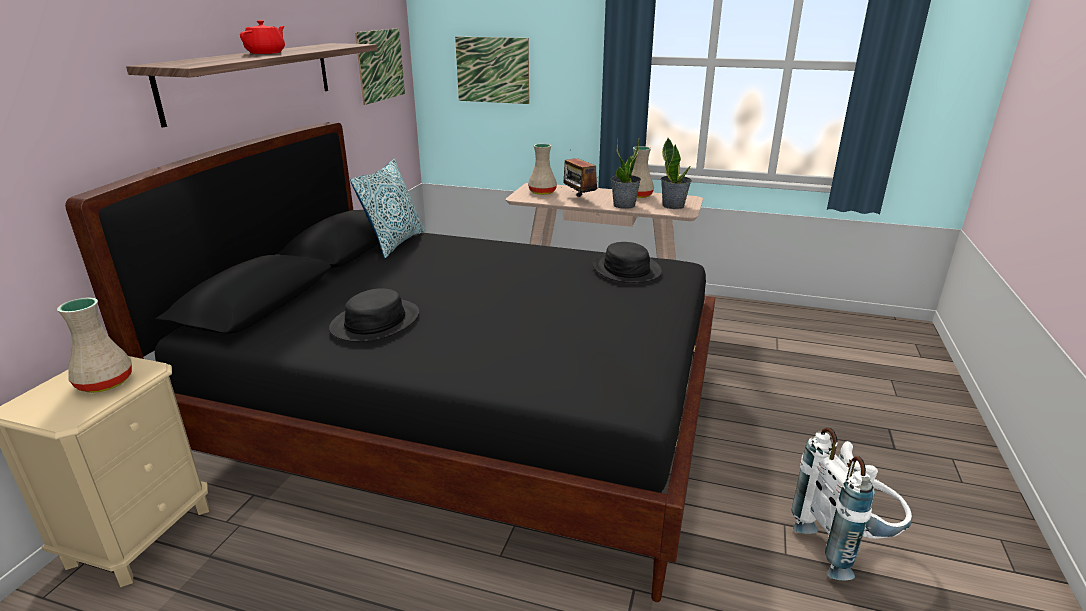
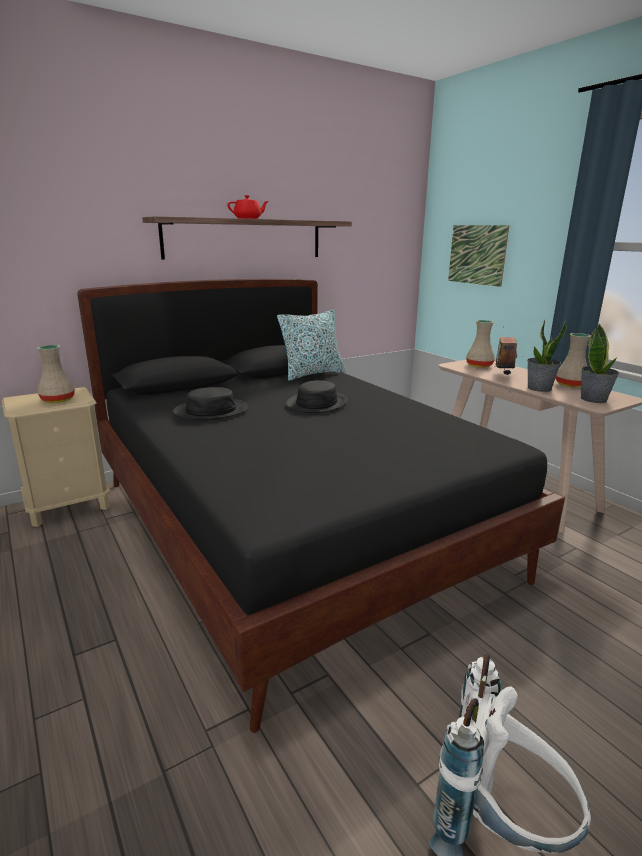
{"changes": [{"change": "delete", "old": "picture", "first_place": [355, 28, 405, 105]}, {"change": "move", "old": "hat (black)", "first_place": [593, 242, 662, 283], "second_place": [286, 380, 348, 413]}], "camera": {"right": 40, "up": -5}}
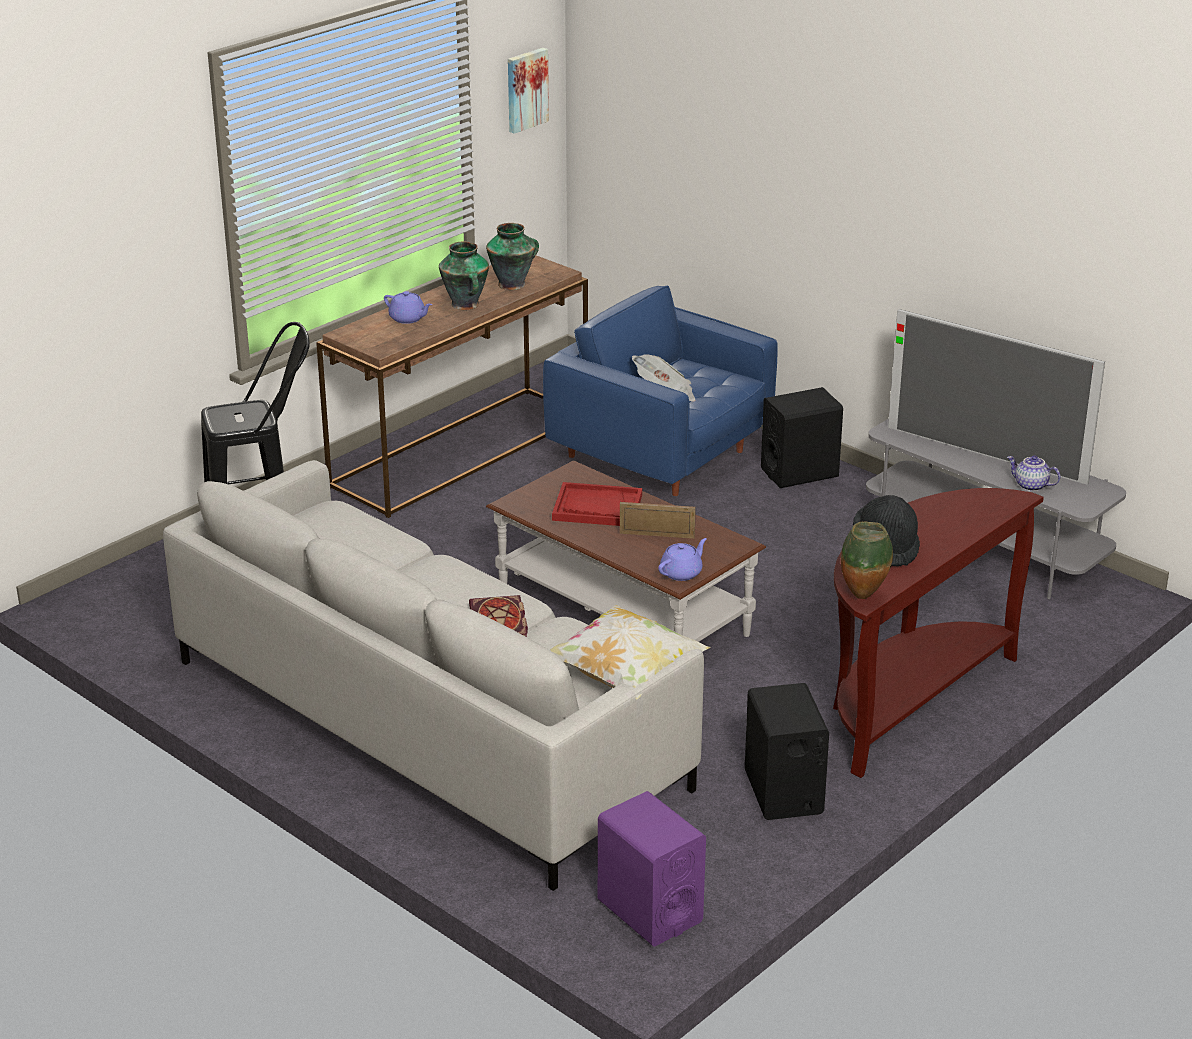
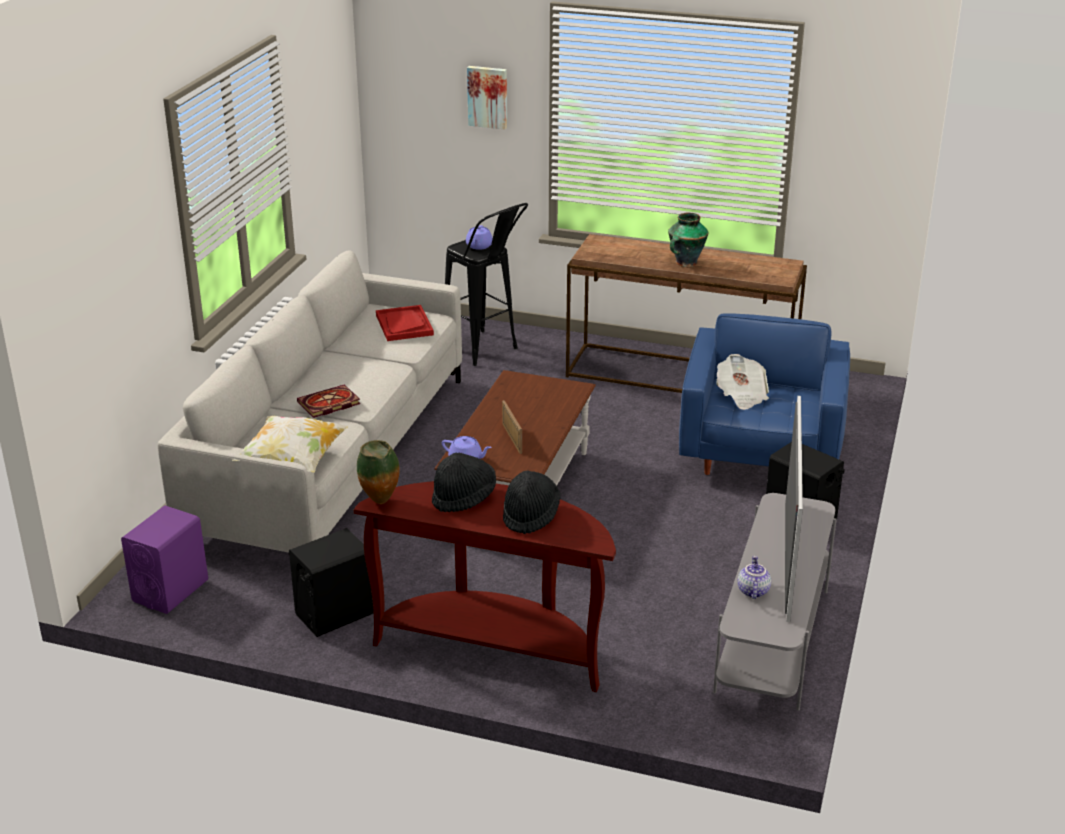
{"changes": [{"change": "move", "old": "picture", "first_place": [508, 48, 549, 134], "second_place": [467, 66, 507, 130]}, {"change": "delete", "old": "vase", "first_place": [486, 223, 539, 290]}, {"change": "move", "old": "teapot (purple)", "first_place": [384, 291, 432, 324], "second_place": [466, 225, 493, 250]}, {"change": "move", "old": "tray (red)", "first_place": [552, 482, 642, 526], "second_place": [376, 305, 434, 341]}, {"change": "insert", "new": "hat (black)", "second_place": [503, 470, 561, 534]}], "camera": {"right": 65, "up": 0}}
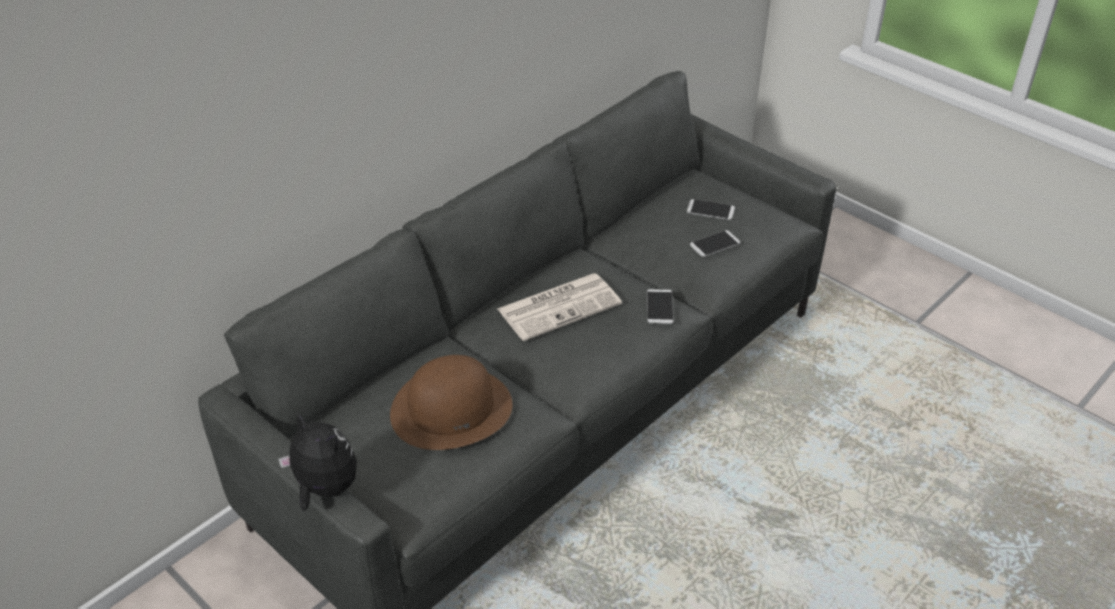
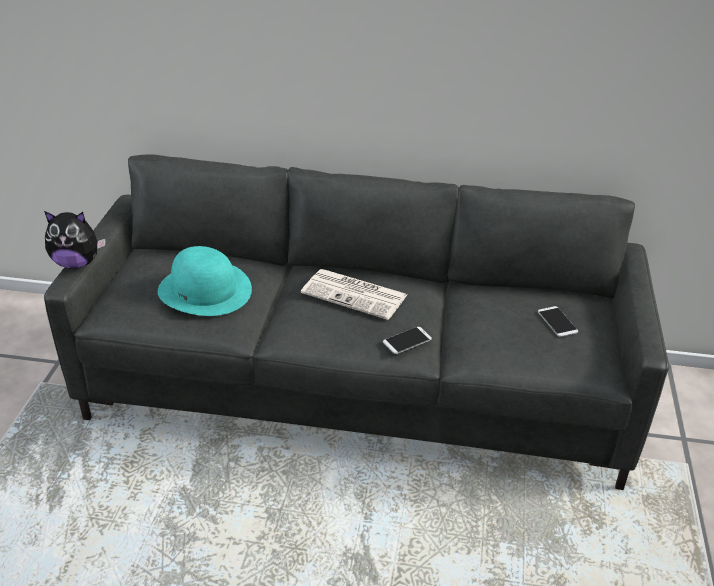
{"changes": [{"change": "delete", "old": "phone", "first_place": [690, 230, 740, 257]}, {"change": "recolor", "old": "hat (brown)", "new": "hat (turquoise)", "first_place": [390, 355, 512, 450], "second_place": [158, 246, 252, 316]}, {"change": "rotate", "old": "plush toy", "first_place": [278, 411, 357, 511], "second_place": [44, 211, 106, 269], "degrees": 90}], "camera": {"right": 55, "up": -5}}
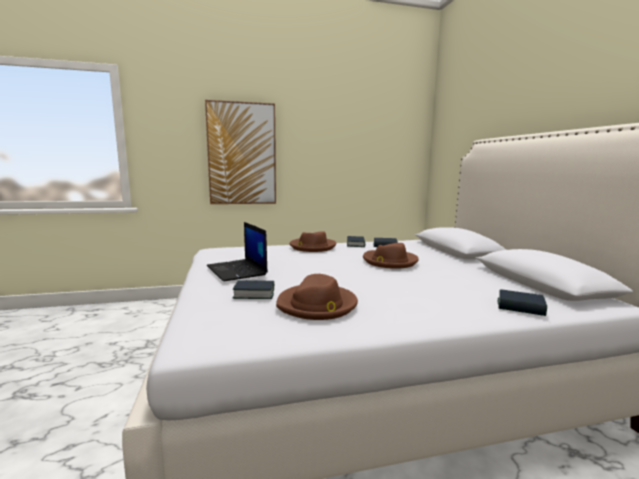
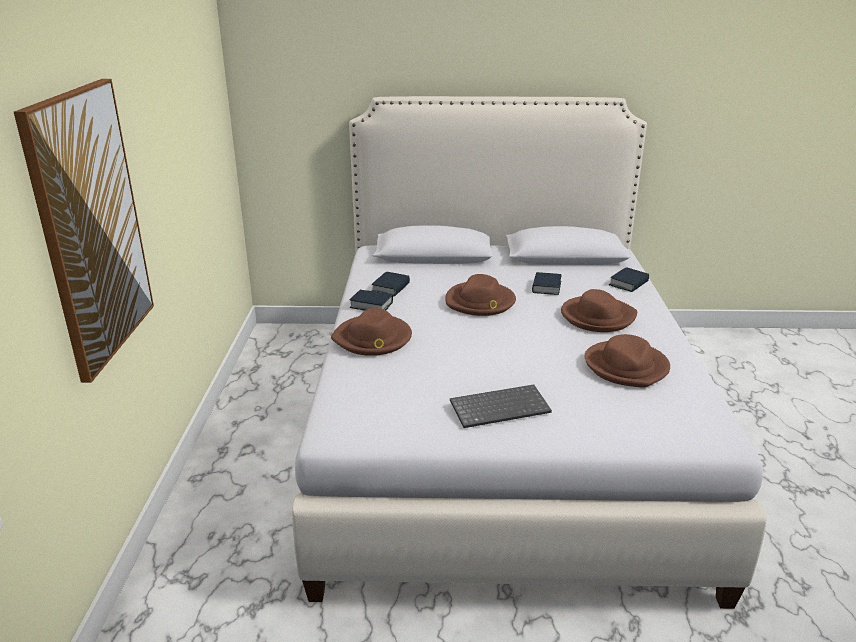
{"changes": [{"change": "replace", "old": "laptop", "new": "keyboard", "first_place": [207, 222, 268, 281], "second_place": [450, 384, 552, 428]}, {"change": "move", "old": "book", "first_place": [233, 280, 274, 299], "second_place": [532, 272, 561, 295]}, {"change": "insert", "new": "hat (brown)", "second_place": [561, 289, 637, 332]}], "camera": {"right": -75, "up": 15}}
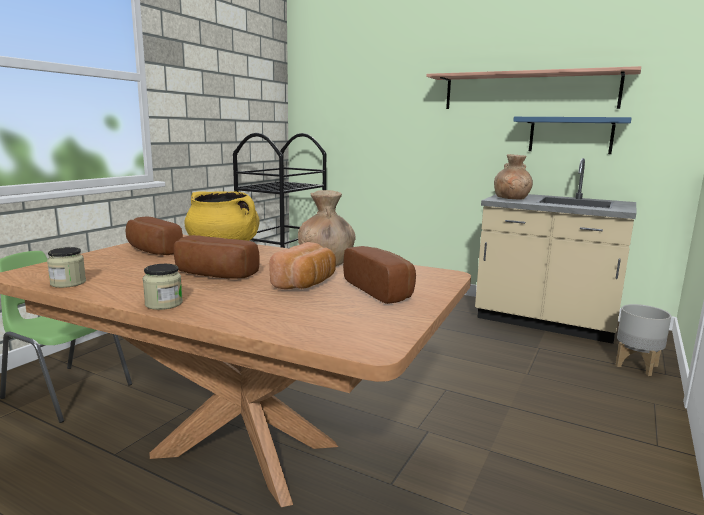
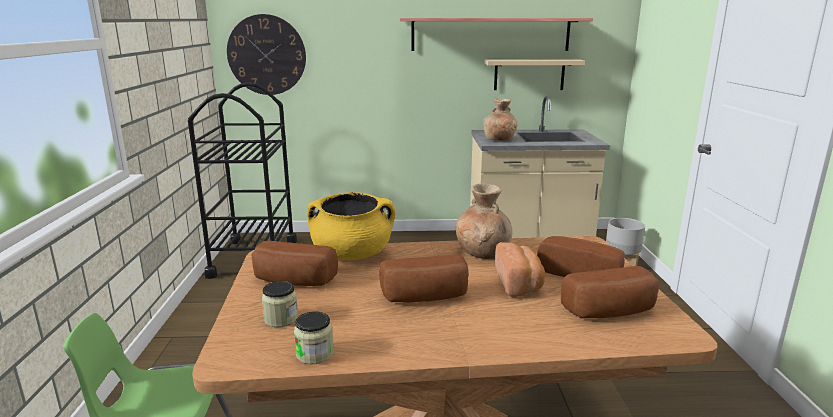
{"changes": [{"change": "recolor", "old": "shelf (blue)", "new": "shelf (beige)", "first_place": [513, 117, 631, 154], "second_place": [484, 59, 585, 90]}, {"change": "move", "old": "jar", "first_place": [143, 264, 183, 310], "second_place": [262, 281, 298, 327]}, {"change": "insert", "new": "wall clock", "second_place": [227, 14, 306, 95]}, {"change": "insert", "new": "bread", "second_place": [561, 266, 659, 318]}], "camera": {"right": -30, "up": 5}}
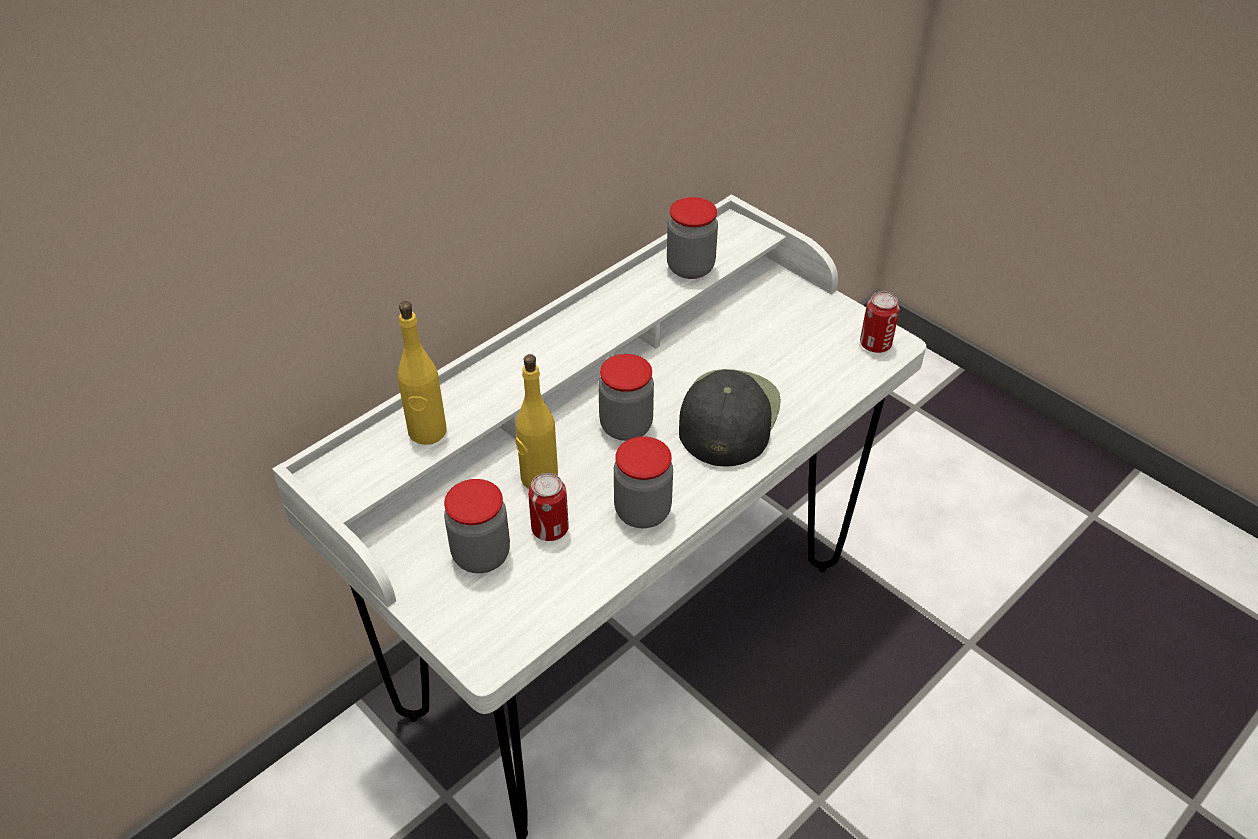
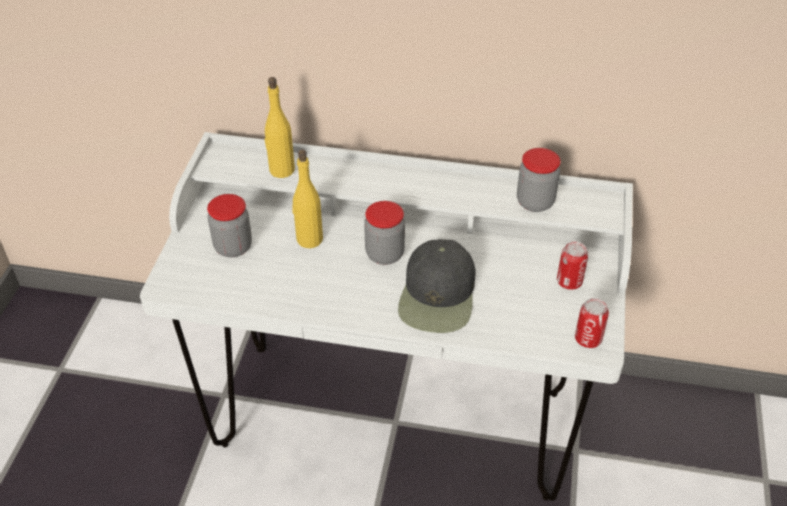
{"changes": [{"change": "rotate", "old": "cap (black)", "first_place": [679, 369, 781, 467], "second_place": [398, 239, 475, 333], "degrees": 120}, {"change": "delete", "old": "jar", "first_place": [614, 437, 673, 528]}, {"change": "move", "old": "can", "first_place": [528, 473, 569, 541], "second_place": [557, 241, 588, 290]}], "camera": {"right": 55, "up": 0}}
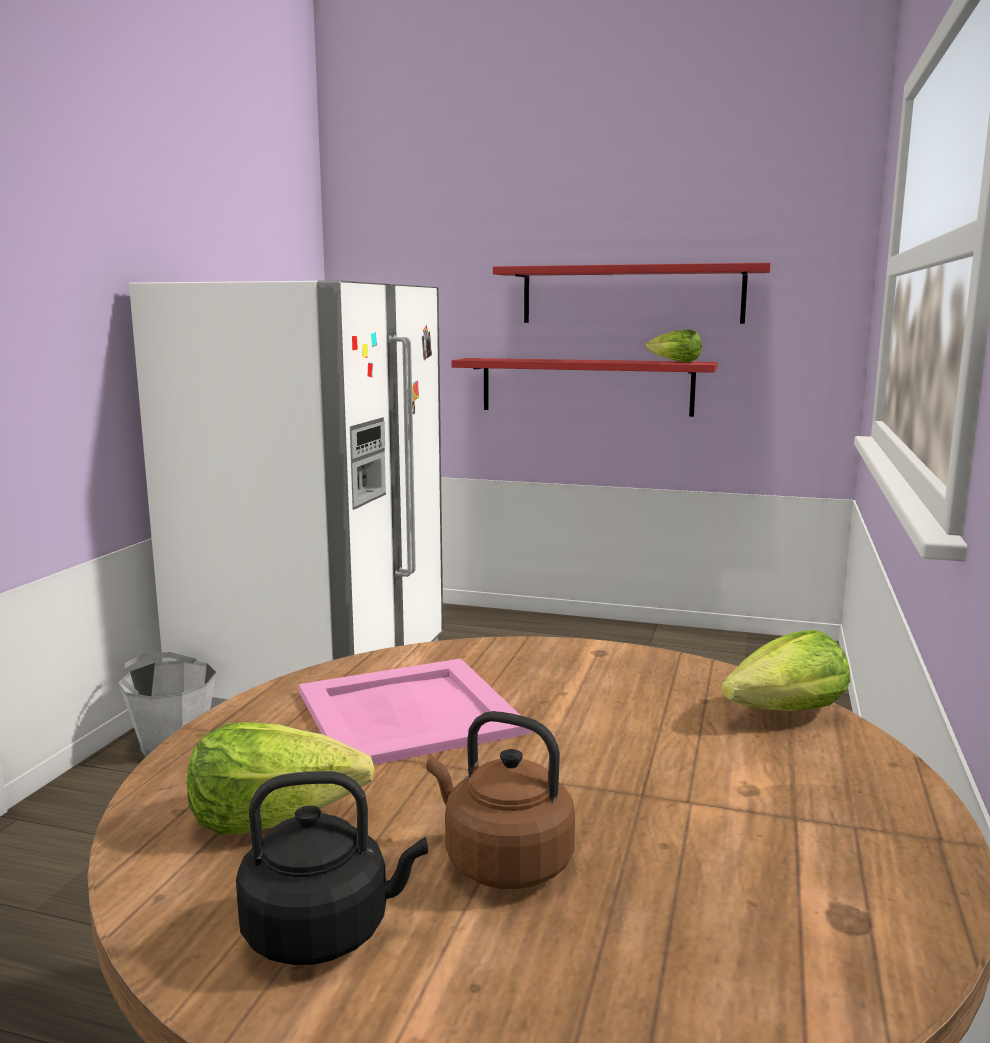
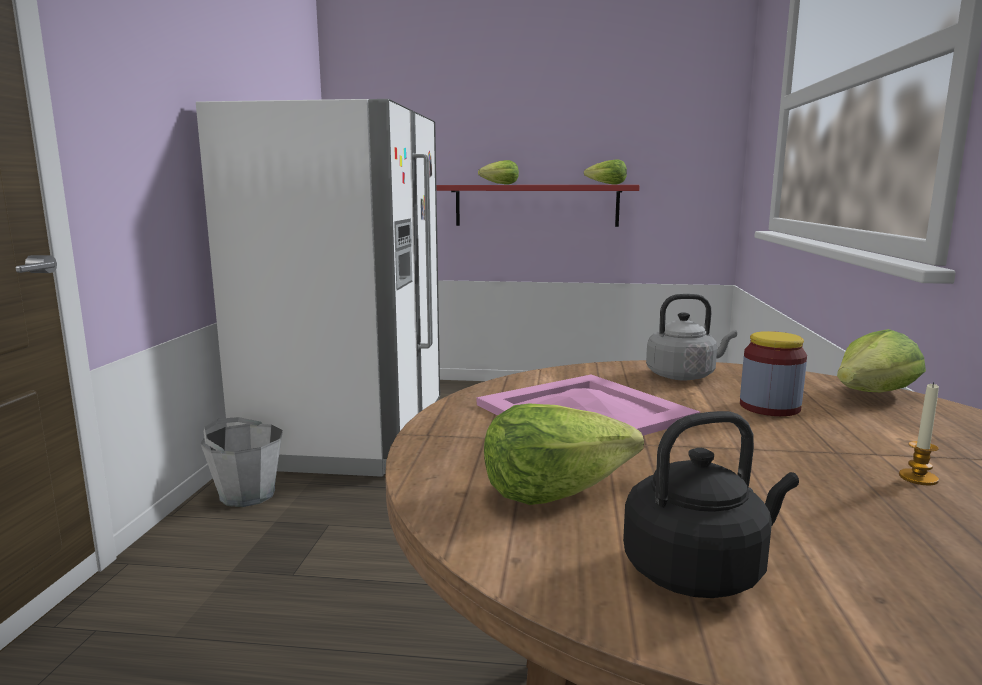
{"changes": [{"change": "delete", "old": "shelf (red)", "first_place": [493, 263, 771, 324]}, {"change": "delete", "old": "kettle (brown)", "first_place": [427, 711, 575, 889]}, {"change": "insert", "new": "lettuce", "second_place": [478, 160, 519, 185]}, {"change": "insert", "new": "kettle (grey)", "second_place": [646, 294, 737, 380]}, {"change": "insert", "new": "jar", "second_place": [740, 331, 807, 416]}, {"change": "insert", "new": "candle", "second_place": [899, 382, 939, 485]}], "camera": {"right": -10, "up": 0}}
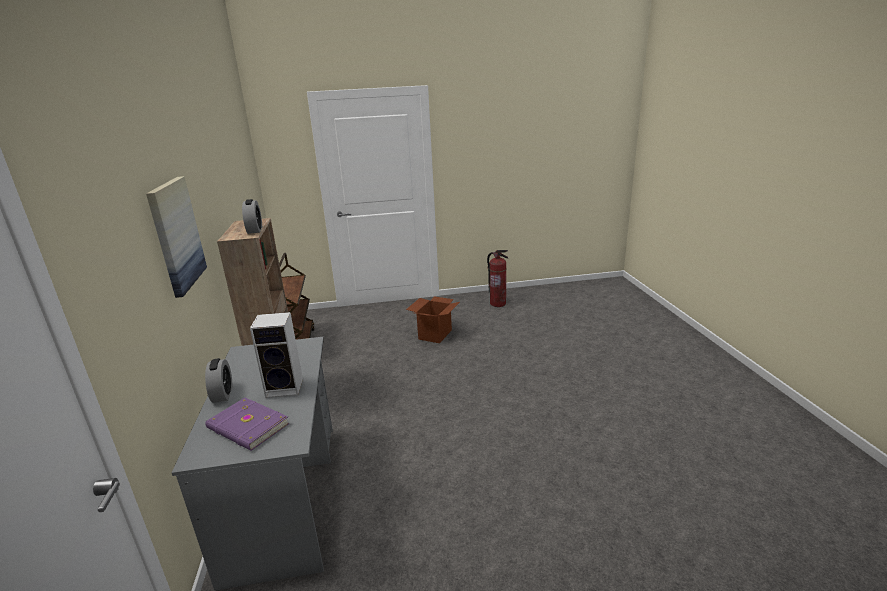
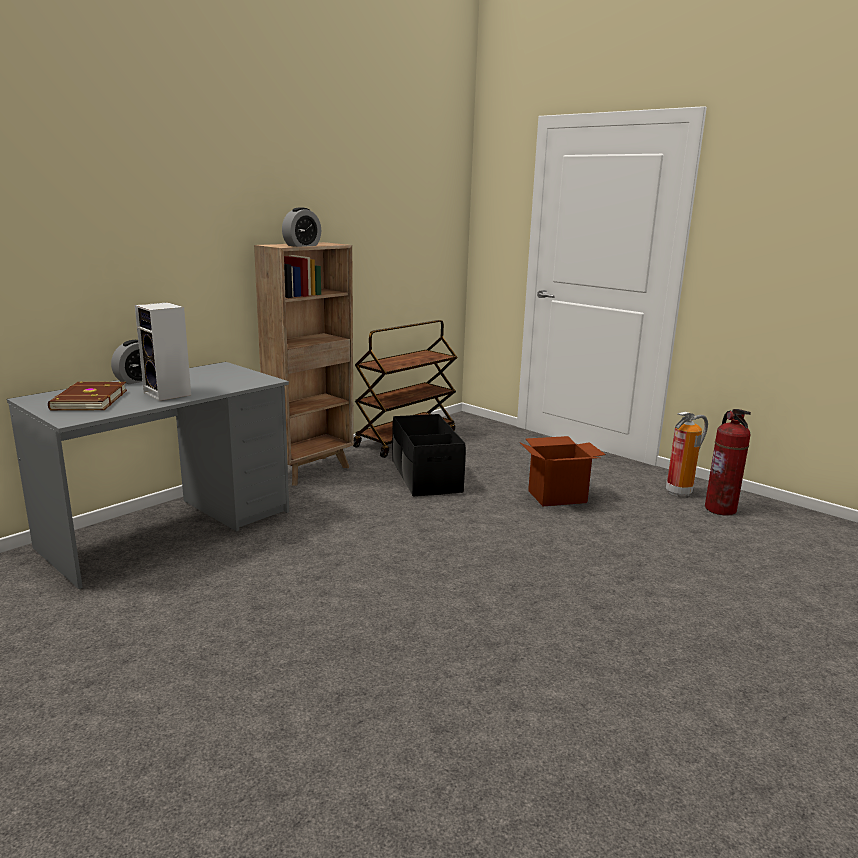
{"changes": [{"change": "delete", "old": "picture", "first_place": [146, 176, 207, 298]}, {"change": "recolor", "old": "book (purple)", "new": "book (brown)", "first_place": [205, 398, 289, 451], "second_place": [48, 382, 127, 410]}, {"change": "insert", "new": "fire extinguisher", "second_place": [666, 412, 708, 496]}, {"change": "insert", "new": "storage box (black)", "second_place": [392, 414, 466, 497]}], "camera": {"right": 50, "up": -5}}
